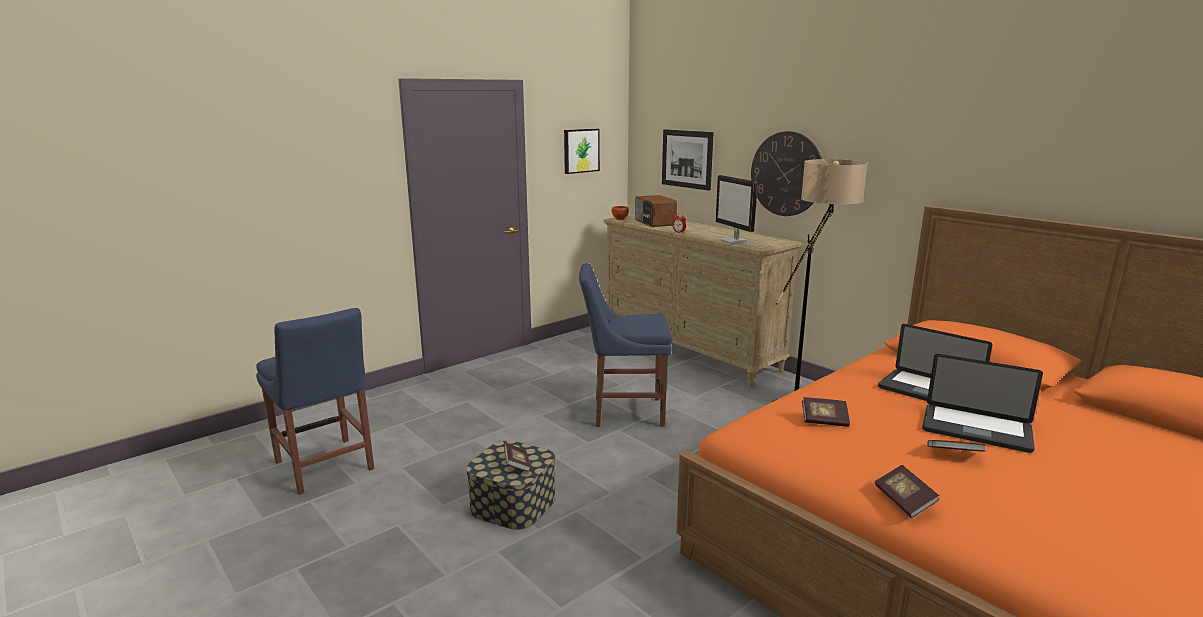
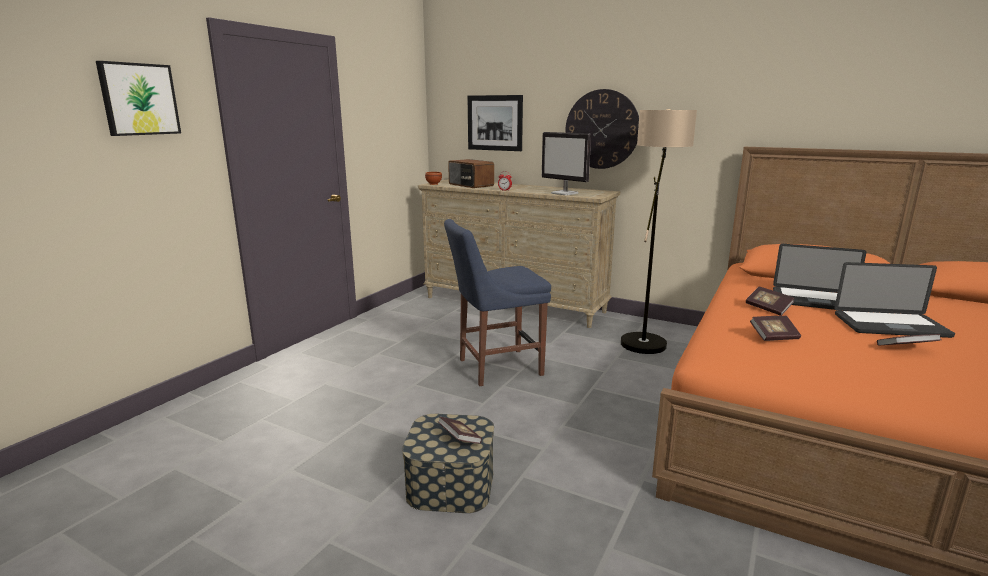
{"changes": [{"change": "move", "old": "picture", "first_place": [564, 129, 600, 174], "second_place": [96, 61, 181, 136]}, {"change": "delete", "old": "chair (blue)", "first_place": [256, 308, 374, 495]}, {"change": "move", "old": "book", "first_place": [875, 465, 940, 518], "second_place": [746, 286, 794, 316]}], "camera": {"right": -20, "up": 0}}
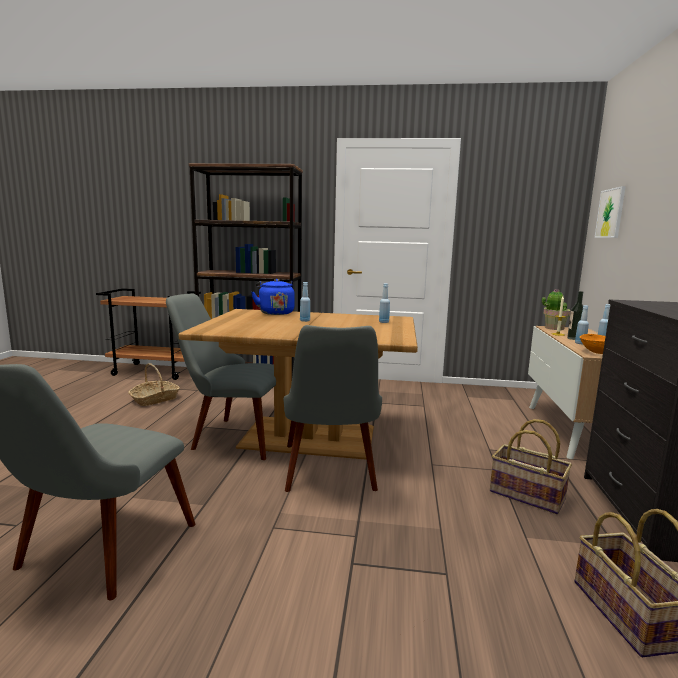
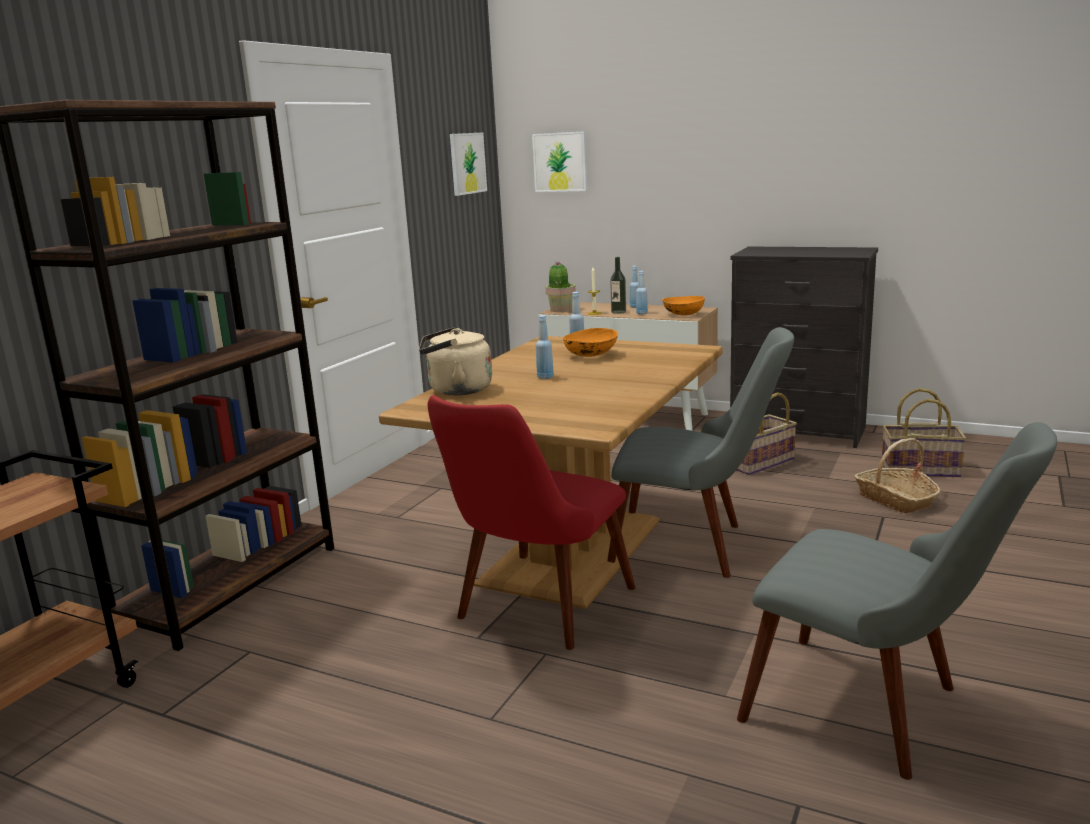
{"changes": [{"change": "recolor", "old": "kettle (blue)", "new": "kettle (beige)", "first_place": [251, 279, 295, 315], "second_place": [419, 327, 492, 395]}, {"change": "recolor", "old": "chair (grey)", "new": "chair (red)", "first_place": [166, 294, 276, 460], "second_place": [428, 395, 636, 650]}, {"change": "move", "old": "basket", "first_place": [128, 363, 180, 406], "second_place": [854, 438, 940, 513]}, {"change": "insert", "new": "picture", "second_place": [450, 133, 487, 196]}, {"change": "insert", "new": "bowl (orange)", "second_place": [563, 328, 618, 357]}], "camera": {"right": -70, "up": 5}}
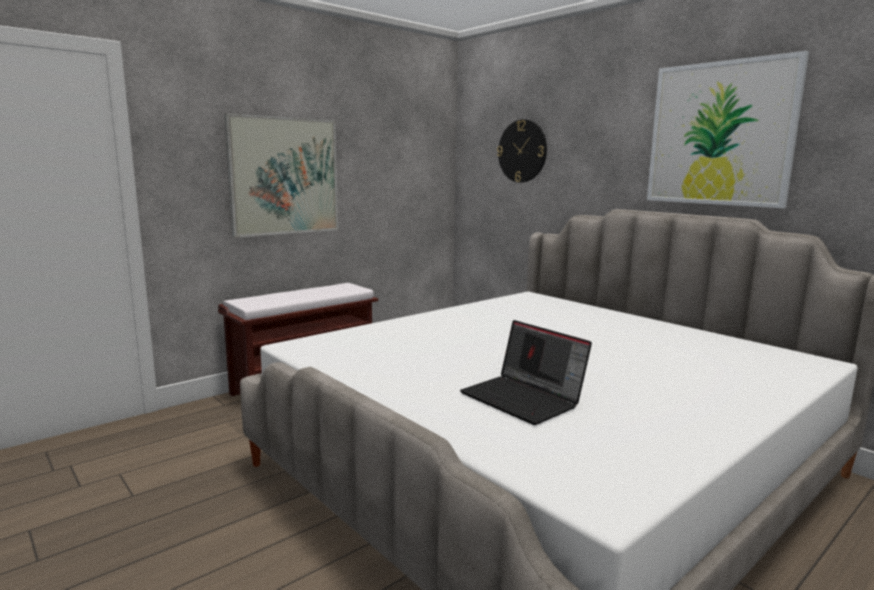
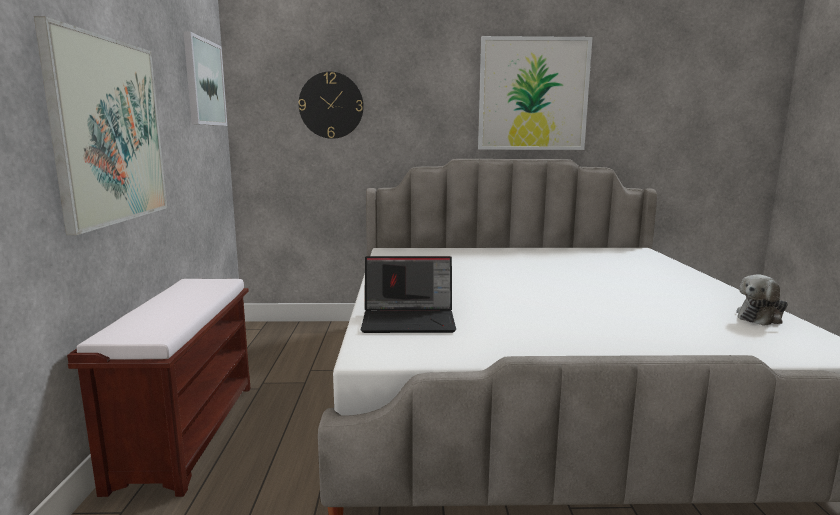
{"changes": [{"change": "move", "old": "laptop", "first_place": [460, 320, 592, 425], "second_place": [361, 256, 456, 333]}, {"change": "insert", "new": "picture", "second_place": [183, 32, 227, 126]}, {"change": "insert", "new": "plush toy", "second_place": [736, 274, 788, 326]}], "camera": {"right": -50, "up": 0}}
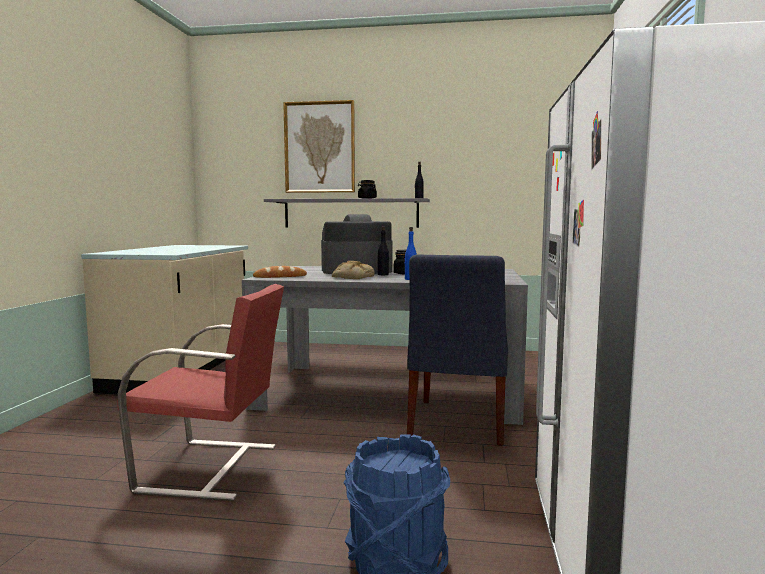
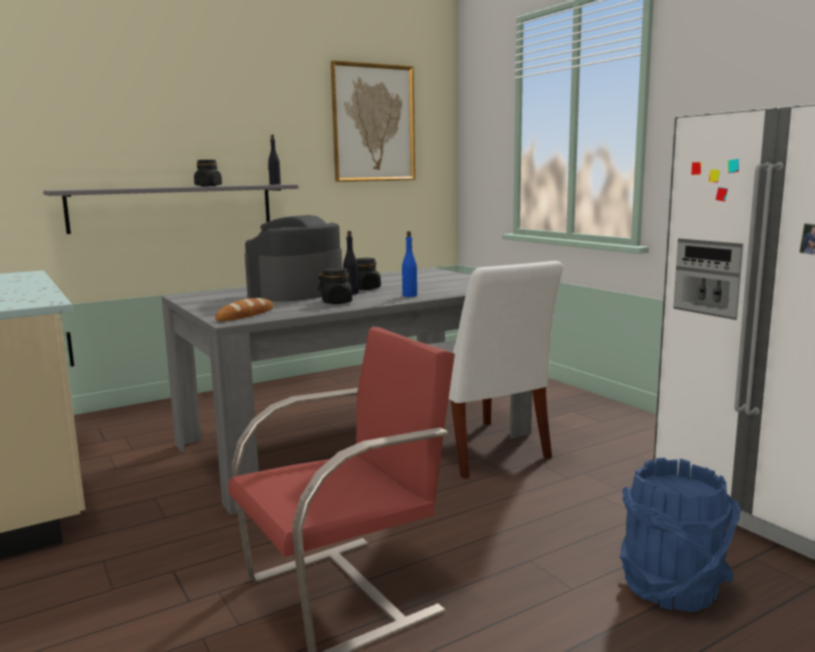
{"changes": [{"change": "move", "old": "picture", "first_place": [283, 100, 355, 193], "second_place": [331, 60, 415, 182]}, {"change": "recolor", "old": "chair (blue)", "new": "chair (white)", "first_place": [407, 254, 508, 445], "second_place": [428, 261, 563, 479]}, {"change": "replace", "old": "bread", "new": "jar (black)", "first_place": [332, 261, 375, 279], "second_place": [318, 268, 355, 304]}], "camera": {"right": -40, "up": 5}}
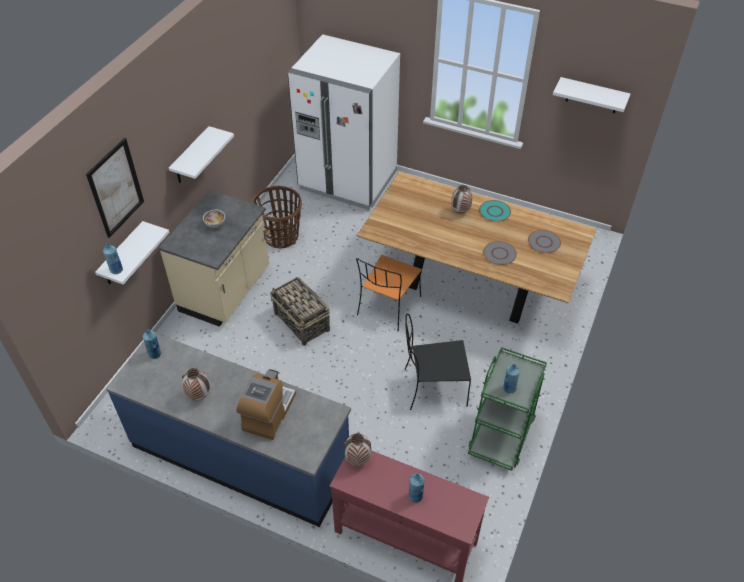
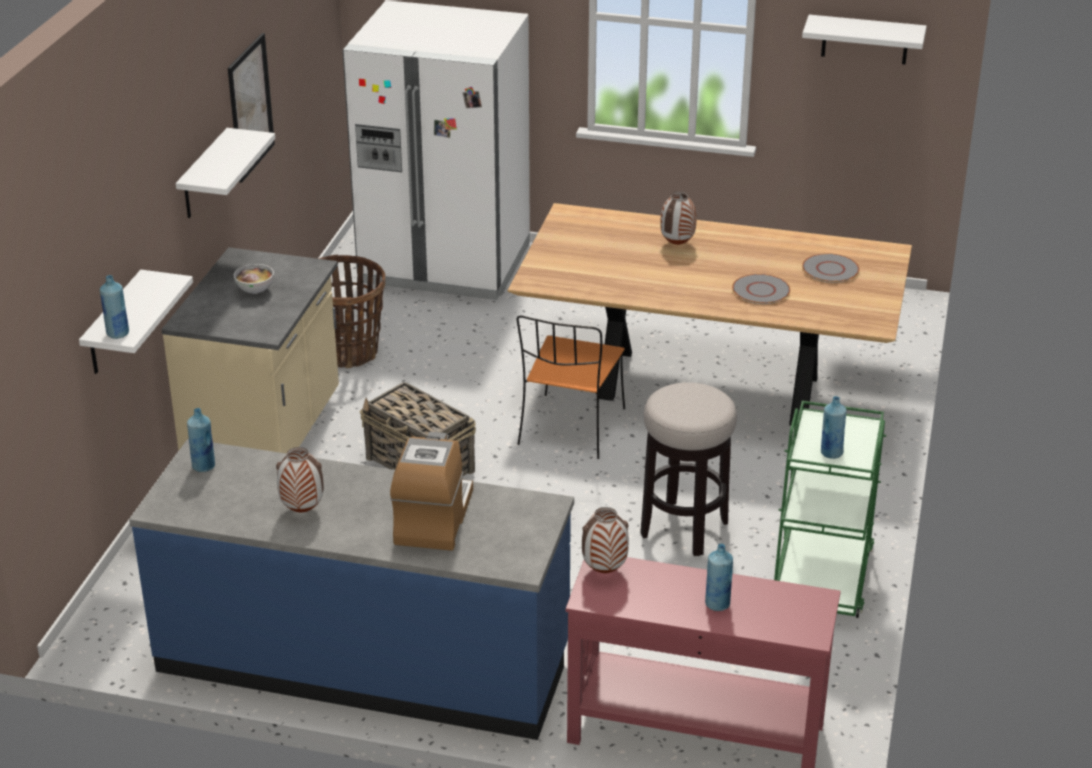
{"changes": [{"change": "move", "old": "picture", "first_place": [86, 138, 144, 238], "second_place": [228, 33, 275, 183]}, {"change": "delete", "old": "plate (turquoise)", "first_place": [479, 200, 511, 222]}, {"change": "replace", "old": "chair (black)", "new": "stool", "first_place": [405, 314, 471, 410], "second_place": [640, 382, 737, 556]}], "camera": {"right": -10, "up": -15}}
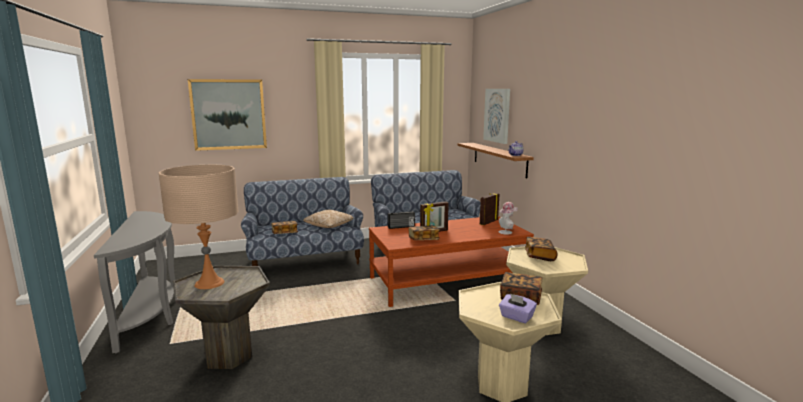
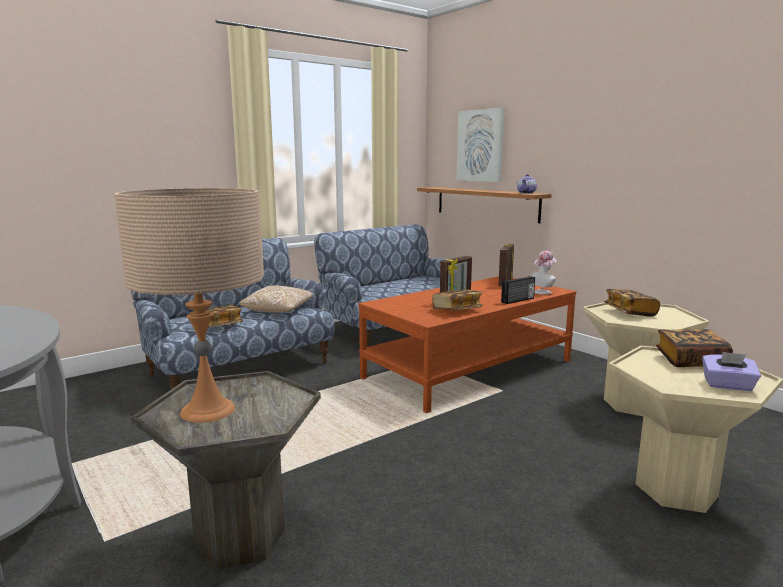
{"changes": [{"change": "delete", "old": "picture", "first_place": [188, 79, 267, 151]}, {"change": "move", "old": "radio", "first_place": [388, 211, 415, 229], "second_place": [501, 276, 535, 304]}], "camera": {"right": -20, "up": 0}}
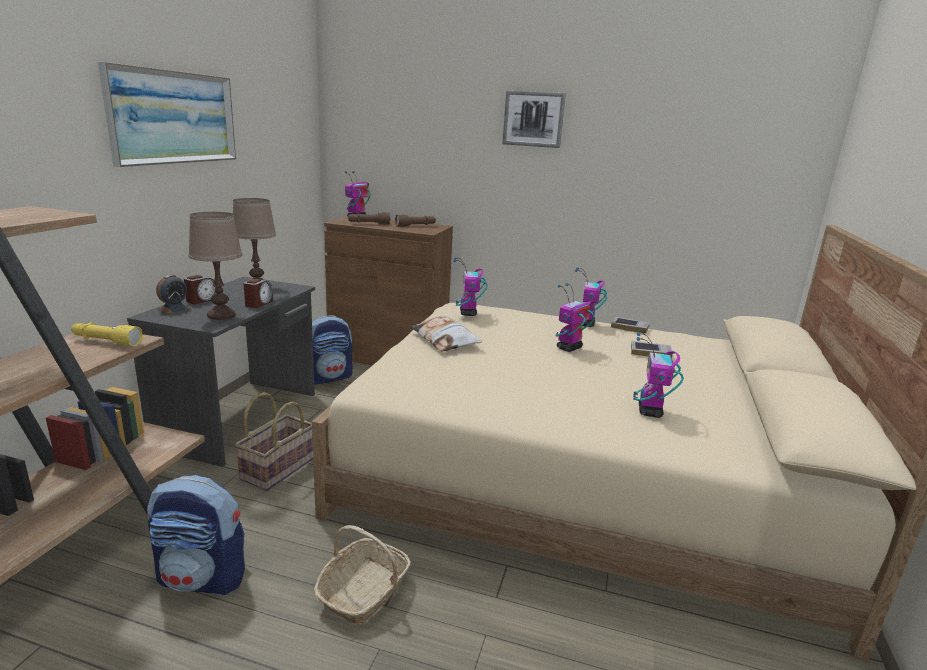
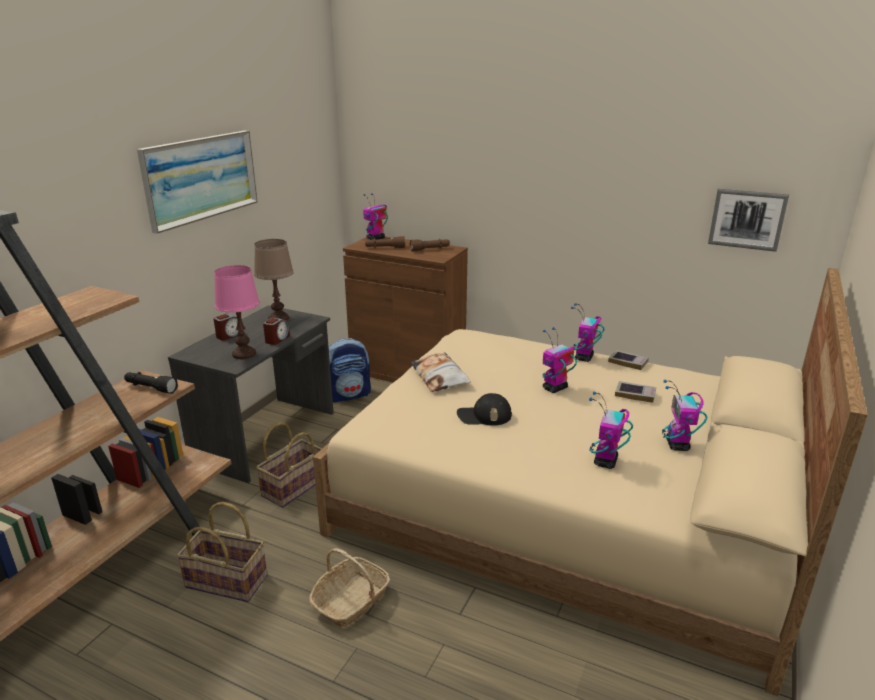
{"changes": [{"change": "move", "old": "picture", "first_place": [502, 91, 566, 148], "second_place": [708, 189, 789, 252]}, {"change": "recolor", "old": "table lamp (brown)", "new": "table lamp (pink)", "first_place": [188, 212, 242, 320], "second_place": [214, 265, 260, 359]}, {"change": "move", "old": "toy robot", "first_place": [454, 257, 488, 316], "second_place": [662, 380, 707, 451]}, {"change": "delete", "old": "alarm clock", "first_place": [156, 275, 191, 314]}, {"change": "recolor", "old": "flashlight (yellow)", "new": "flashlight (black)", "first_place": [71, 322, 143, 347], "second_place": [124, 372, 178, 394]}, {"change": "replace", "old": "backpack", "new": "basket", "first_place": [147, 475, 245, 595], "second_place": [176, 502, 267, 602]}, {"change": "insert", "new": "cap (black)", "second_place": [457, 393, 512, 426]}], "camera": {"right": 10, "up": 5}}
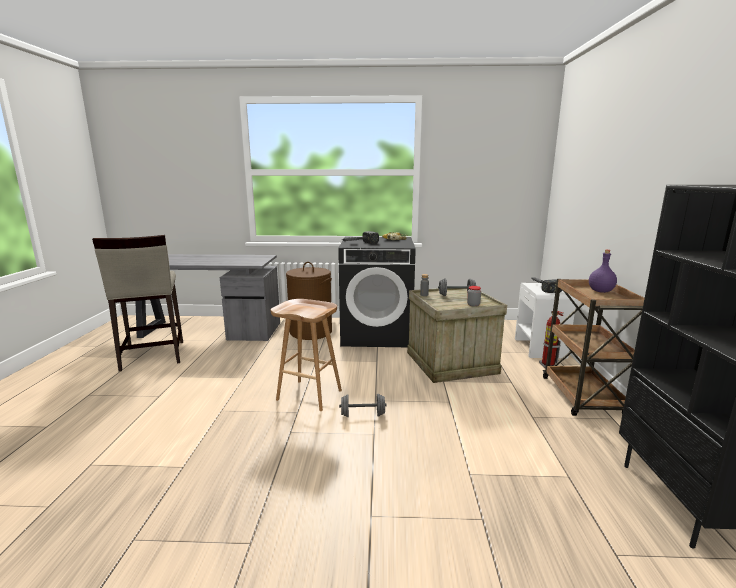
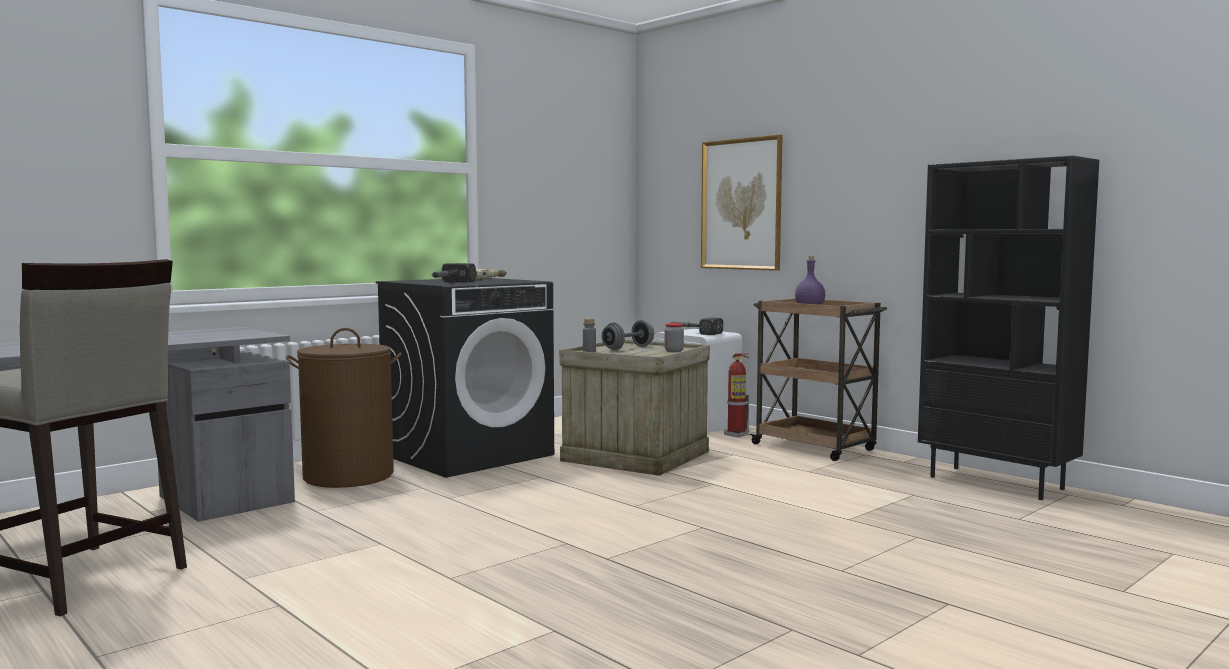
{"changes": [{"change": "delete", "old": "stool (brown)", "first_place": [271, 299, 342, 411]}, {"change": "delete", "old": "dumbbell (grey)", "first_place": [339, 394, 387, 417]}, {"change": "insert", "new": "picture", "second_place": [701, 135, 783, 271]}], "camera": {"right": -45, "up": -10}}
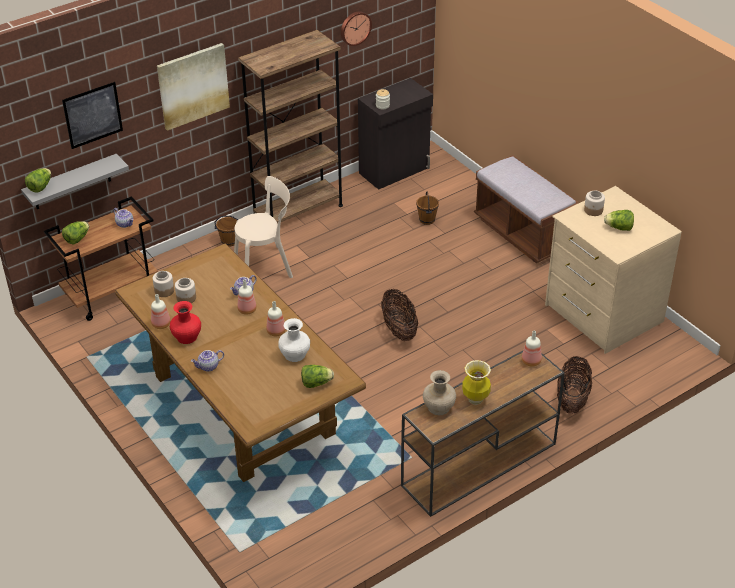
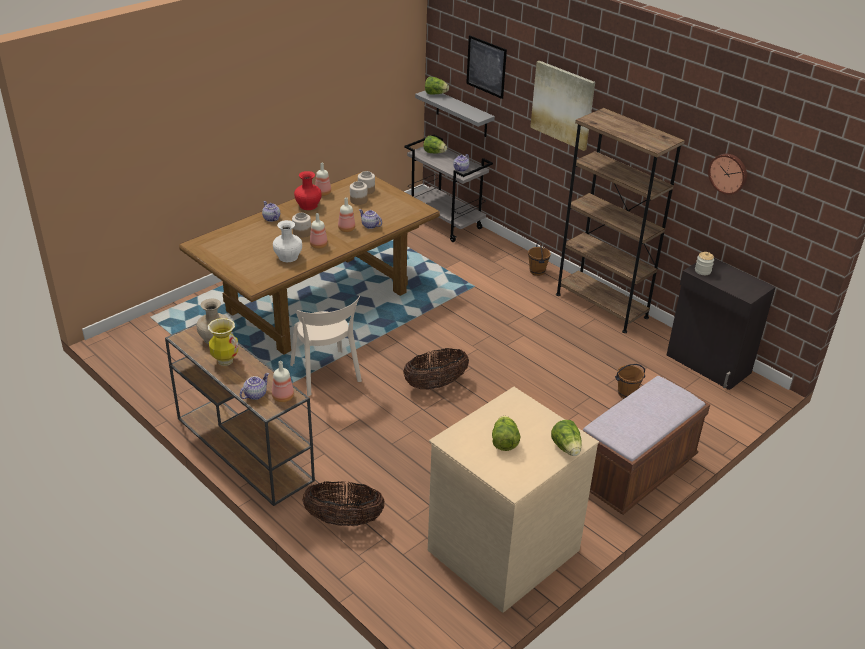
{"changes": [{"change": "move", "old": "chair (beige)", "first_place": [234, 176, 293, 278], "second_place": [290, 296, 362, 396]}, {"change": "move", "old": "jar", "first_place": [584, 190, 605, 216], "second_place": [292, 213, 311, 238]}, {"change": "recolor", "old": "cart (brown)", "new": "cart (grey)", "first_place": [44, 197, 158, 321], "second_place": [404, 135, 493, 242]}, {"change": "move", "old": "lettuce", "first_place": [301, 365, 334, 388], "second_place": [551, 420, 582, 456]}, {"change": "insert", "new": "teapot", "second_place": [240, 373, 269, 400]}], "camera": {"right": 80, "up": -5}}
